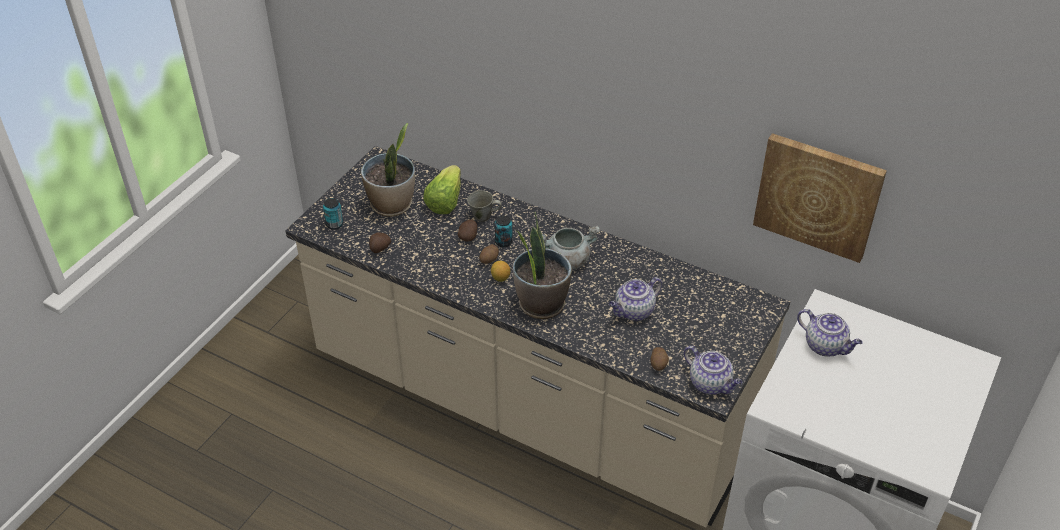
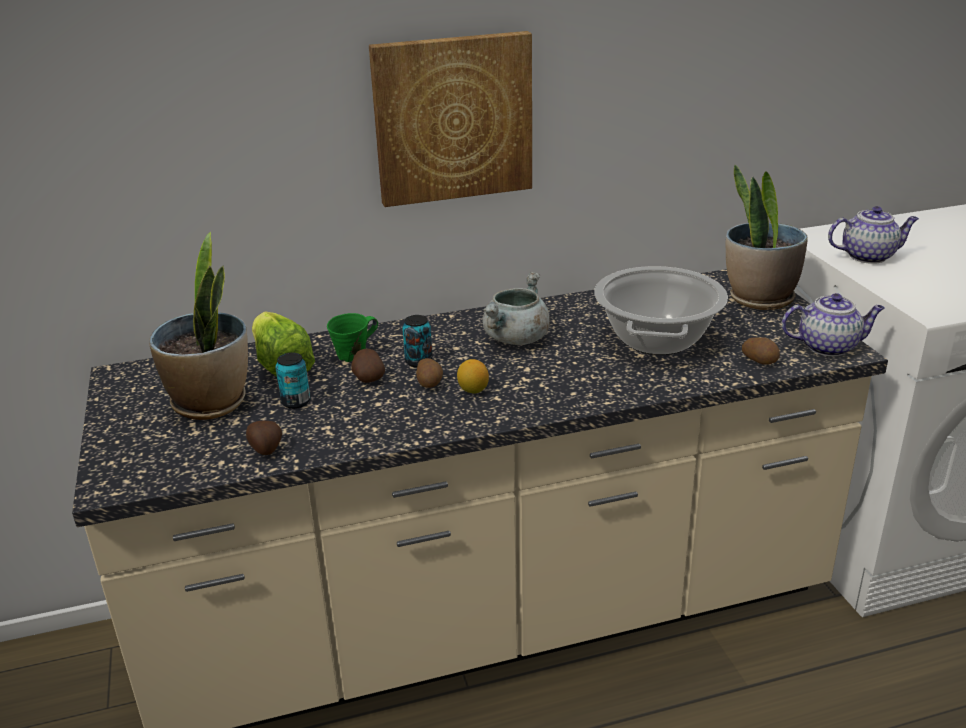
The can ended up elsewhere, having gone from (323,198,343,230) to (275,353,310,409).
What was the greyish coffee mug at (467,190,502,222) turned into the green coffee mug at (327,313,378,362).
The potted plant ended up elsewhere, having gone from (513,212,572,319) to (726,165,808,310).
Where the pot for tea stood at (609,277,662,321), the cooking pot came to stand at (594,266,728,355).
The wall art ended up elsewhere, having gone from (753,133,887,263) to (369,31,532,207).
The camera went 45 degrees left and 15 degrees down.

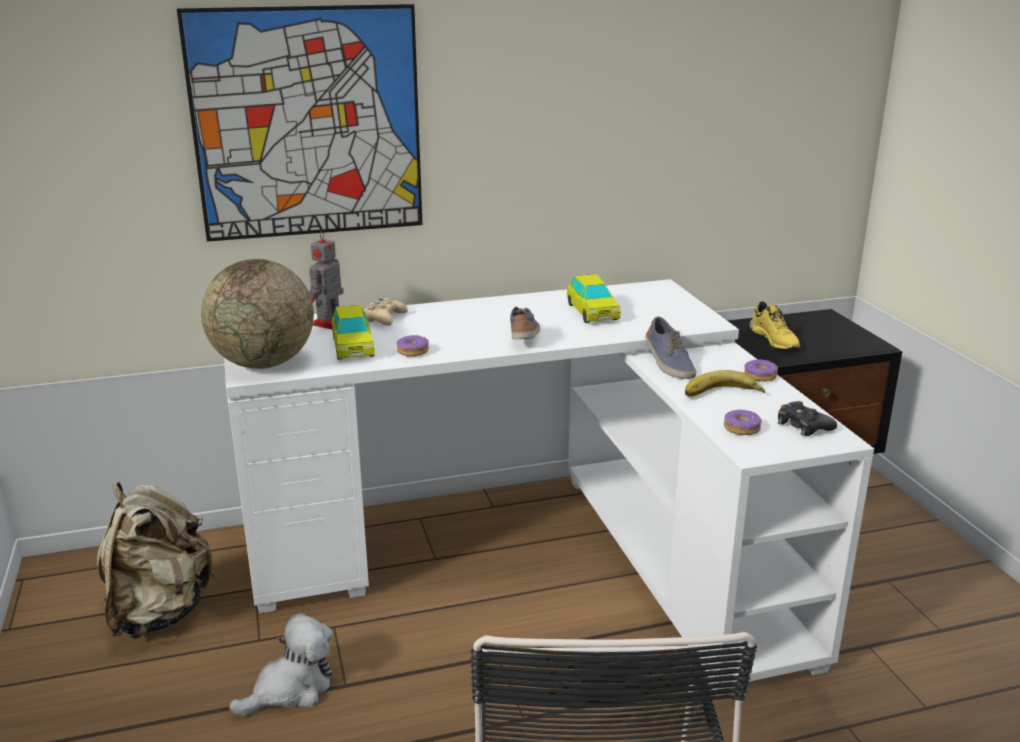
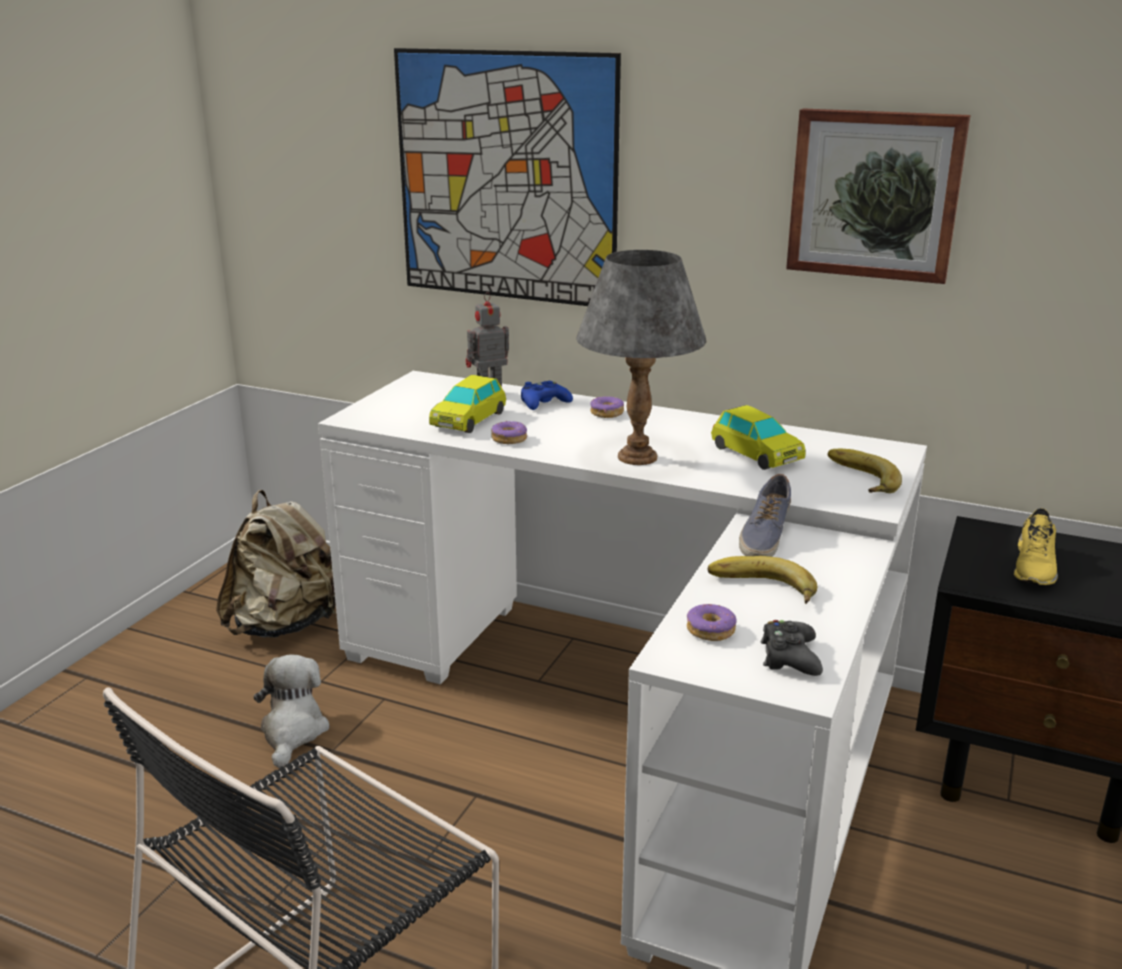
The second view lost the globe at (201,259,314,369).
The plush toy at (229,613,333,716) ended up facing another way, 90 degrees counterclockwise from before.
What was the sand-coloured game controller at (365,298,408,326) turned into the blue game controller at (521,381,573,410).
Where the low shoe stood at (510,307,540,339), the greyish table lamp came to stand at (576,250,706,465).
The model car at (567,274,621,323) ended up facing another way, 60 degrees counterclockwise from before.
The donut ended up elsewhere, having gone from (744,359,778,382) to (590,396,624,418).
The second view gained the wall art at (786,108,970,284).
The second view gained the banana fruit at (828,449,902,493).
The camera went 40 degrees right and 0 degrees up.

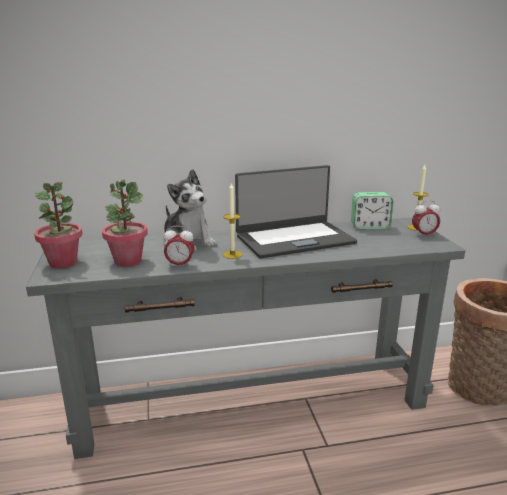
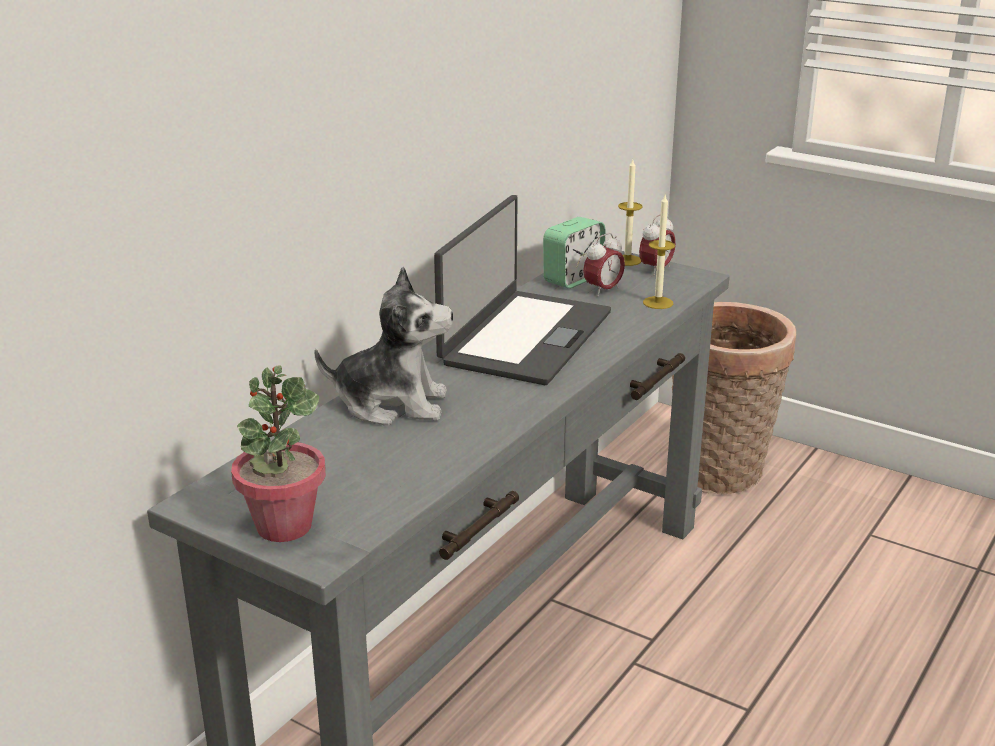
The second view lost the potted plant at (102,179,148,267).
The table clock ended up elsewhere, having gone from (164,226,194,268) to (583,233,625,297).
The candle ended up elsewhere, having gone from (223,182,242,259) to (643,195,675,309).
The camera went 45 degrees left and 5 degrees up.

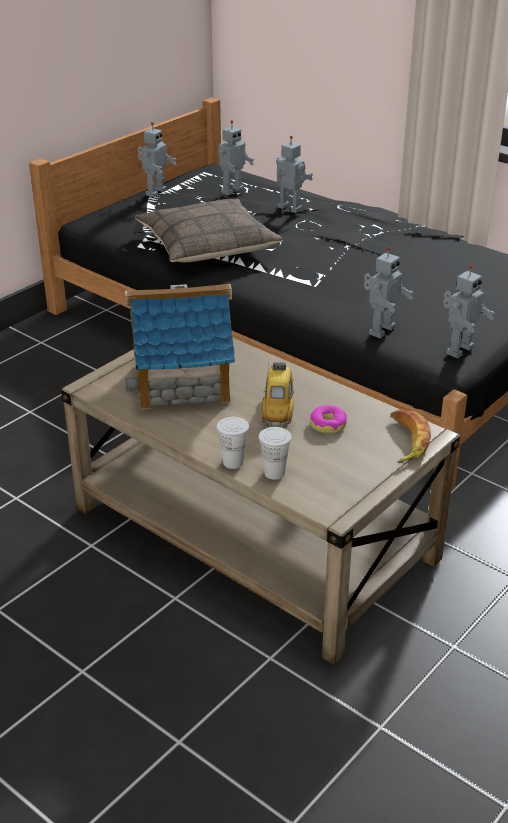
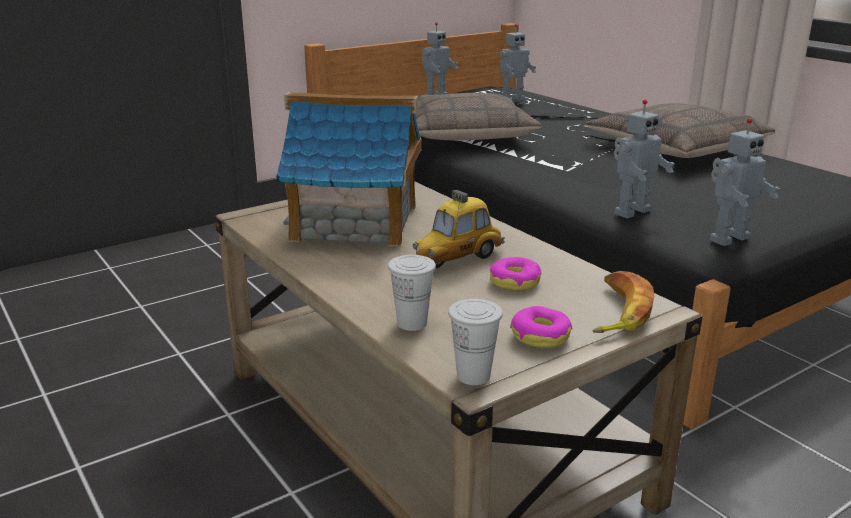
The whitish small cup ended up elsewhere, having gone from (216,417,249,469) to (448,299,503,385).
The model car at (261,362,294,427) ended up facing another way, 150 degrees counterclockwise from before.
The second view lost the robot figure at (276,136,313,213).
The second view gained the donut at (510,306,572,348).
The second view gained the throw pillow at (585,103,775,158).
The camera went 15 degrees right and 10 degrees down.

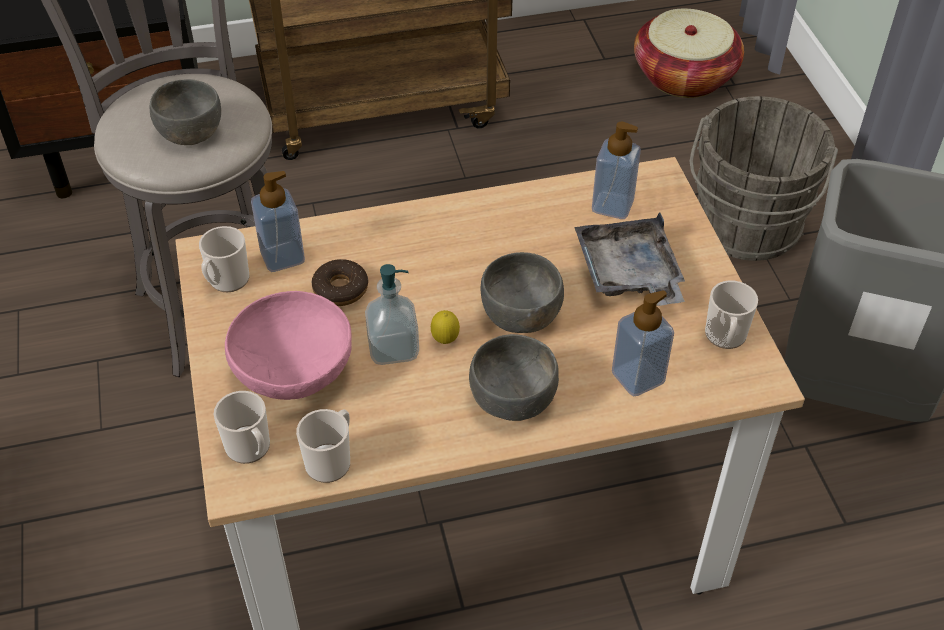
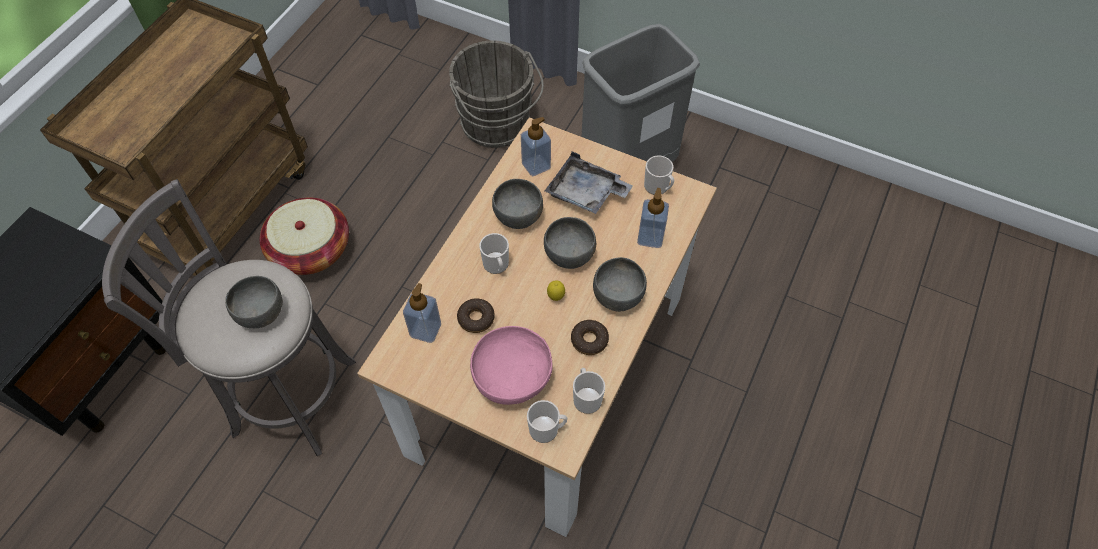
The coffee mug ended up elsewhere, having gone from (199,226,249,292) to (479,233,509,274).
The second view lost the soap bottle at (365,264,419,365).
The basket ended up elsewhere, having gone from (634,9,744,98) to (260,197,349,275).
The second view gained the greyish serving bowl at (492,179,543,229).
The second view gained the donut at (571,320,609,355).
The camera went 50 degrees left and 10 degrees up.

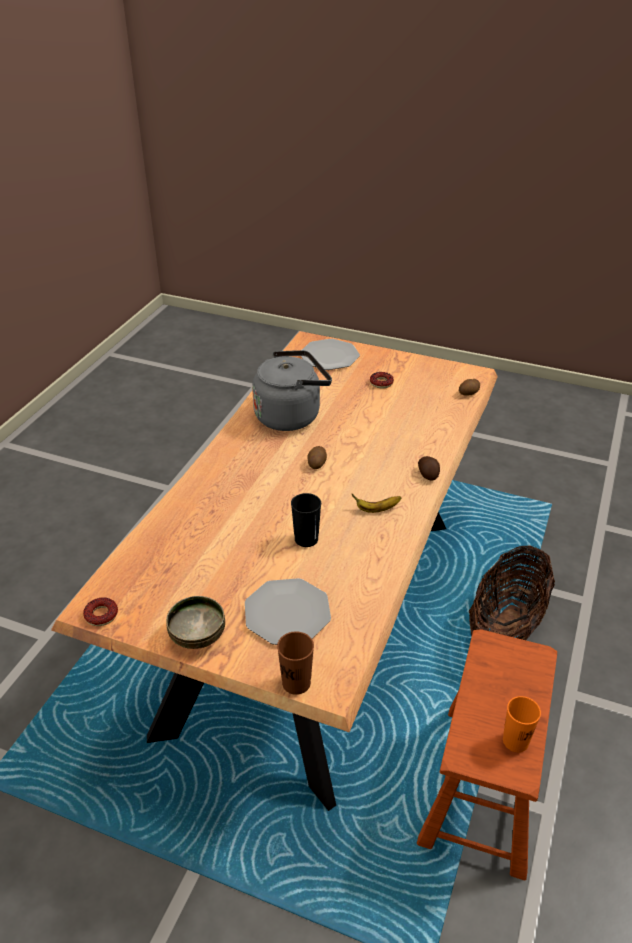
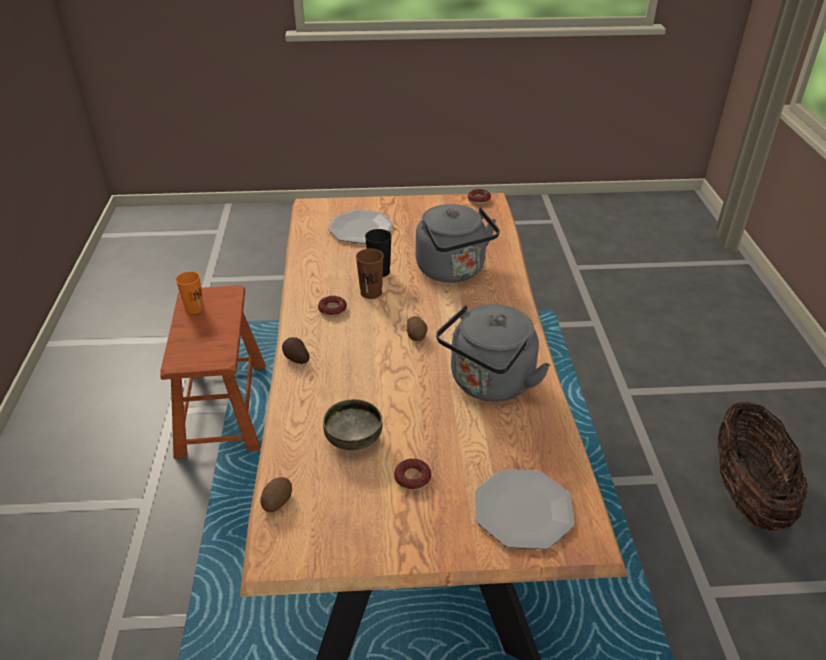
The serving bowl ended up elsewhere, having gone from (166,596,225,649) to (323,399,383,450).
The brown-coloured small cup ended up elsewhere, having gone from (277,631,314,695) to (356,249,384,299).
Where the banana fruit stood at (352,494,401,513), the donut came to stand at (318,296,347,317).
The basket ended up elsewhere, having gone from (469,545,555,640) to (718,402,808,531).
The second view gained the greyish kettle at (416,204,500,283).
The camera went 155 degrees right and 0 degrees up.

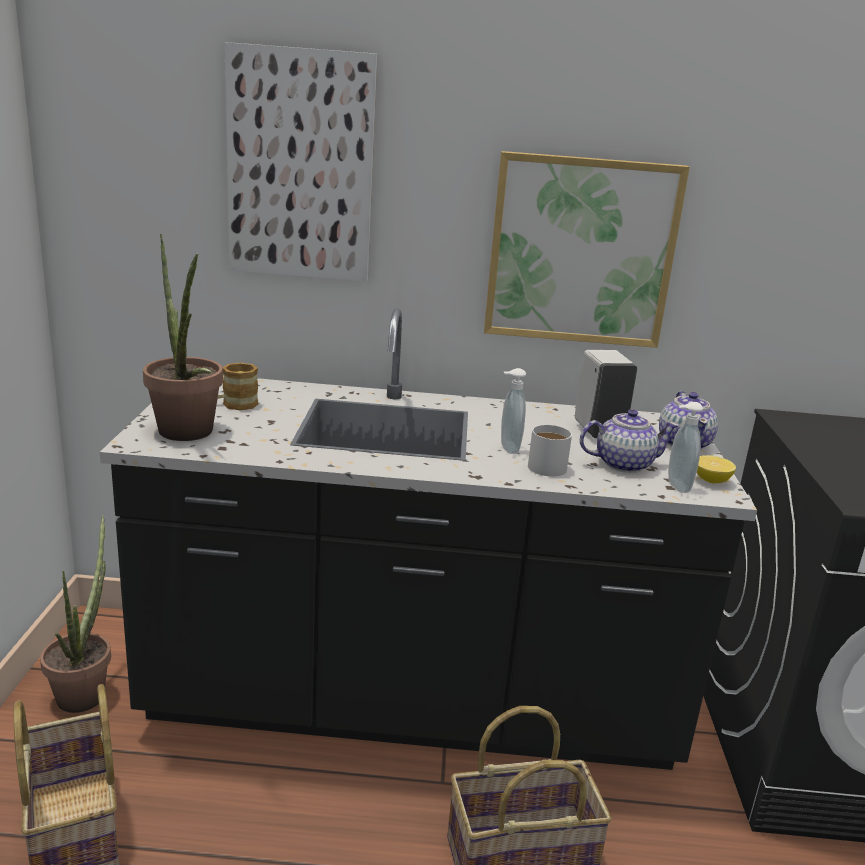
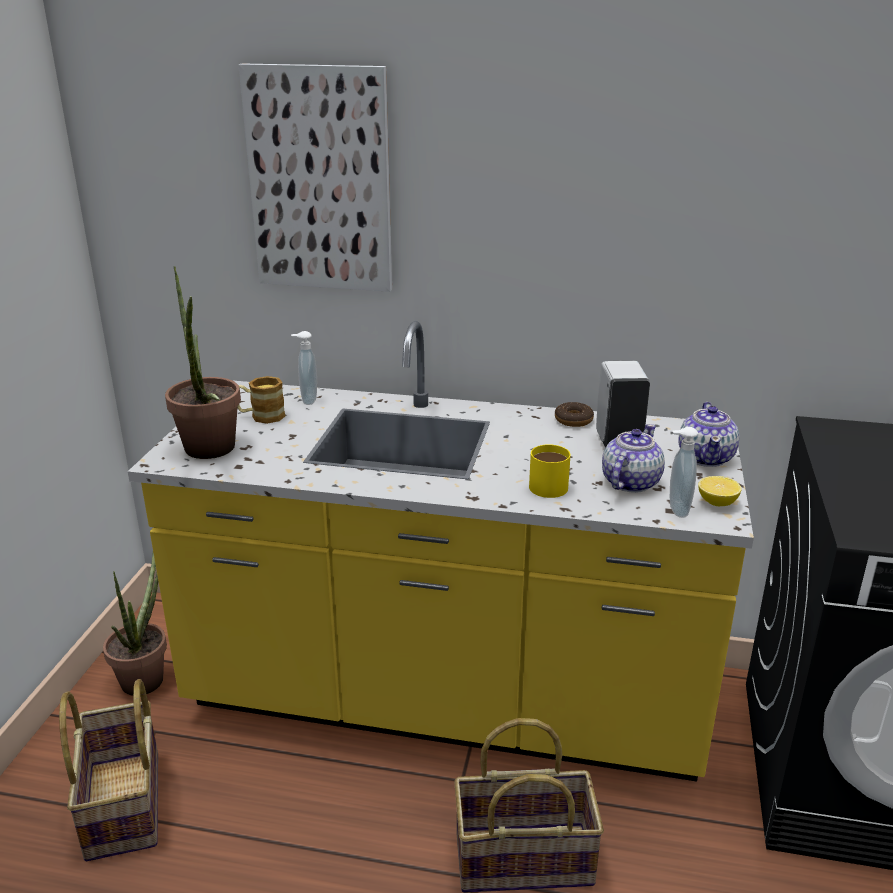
What was the blackish counter at (100,308,757,770) turned into the yellow-coloured counter at (128,321,754,782).
The second view lost the wall art at (484,151,690,348).
The soap bottle ended up elsewhere, having gone from (501,368,526,454) to (291,331,317,405).
What was the whitish coffee mug at (528,425,572,477) turned into the yellow-coloured coffee mug at (529,444,571,498).
The pot for tea at (580,409,679,473) ended up facing another way, 60 degrees counterclockwise from before.
The second view gained the donut at (555,402,594,427).
The camera went 10 degrees right and 5 degrees up.

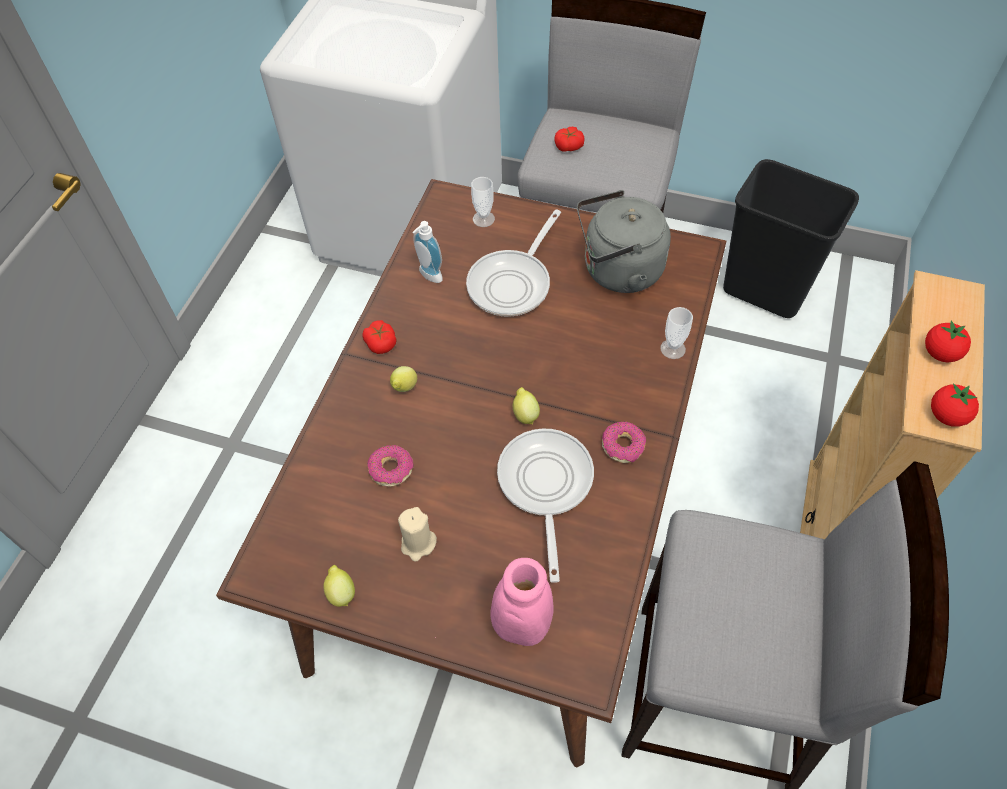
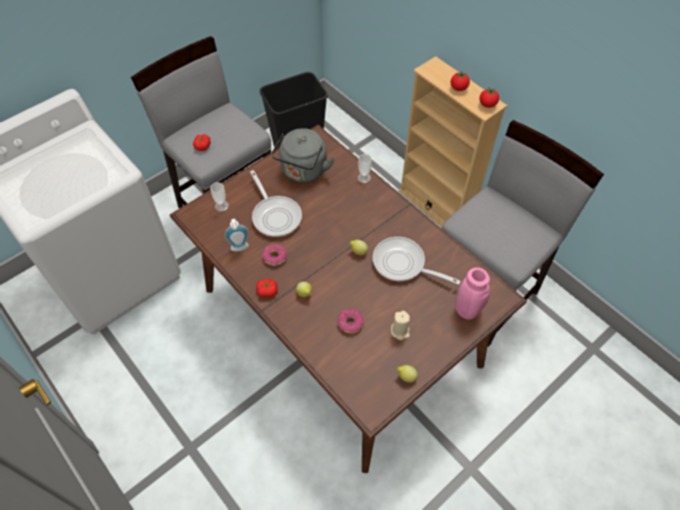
The donut ended up elsewhere, having gone from (602,422,646,463) to (263,244,287,266).
The camera went 60 degrees left and 0 degrees up.

